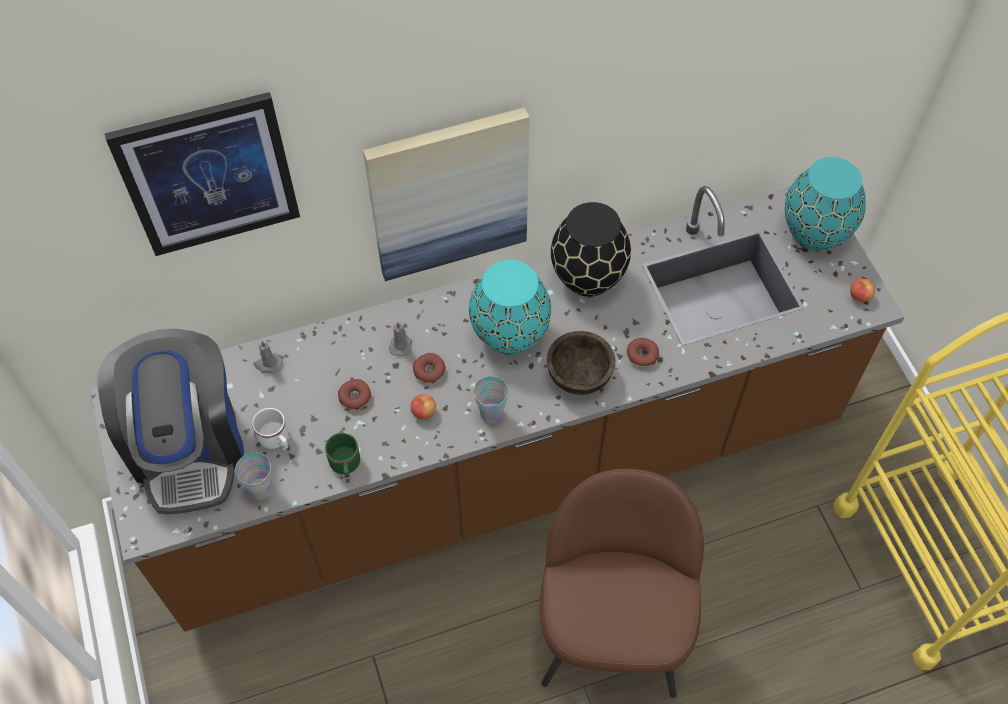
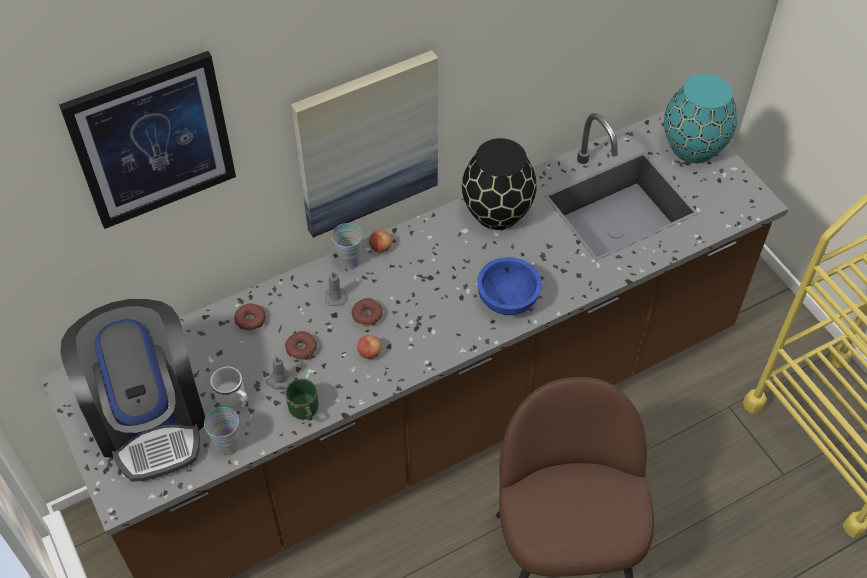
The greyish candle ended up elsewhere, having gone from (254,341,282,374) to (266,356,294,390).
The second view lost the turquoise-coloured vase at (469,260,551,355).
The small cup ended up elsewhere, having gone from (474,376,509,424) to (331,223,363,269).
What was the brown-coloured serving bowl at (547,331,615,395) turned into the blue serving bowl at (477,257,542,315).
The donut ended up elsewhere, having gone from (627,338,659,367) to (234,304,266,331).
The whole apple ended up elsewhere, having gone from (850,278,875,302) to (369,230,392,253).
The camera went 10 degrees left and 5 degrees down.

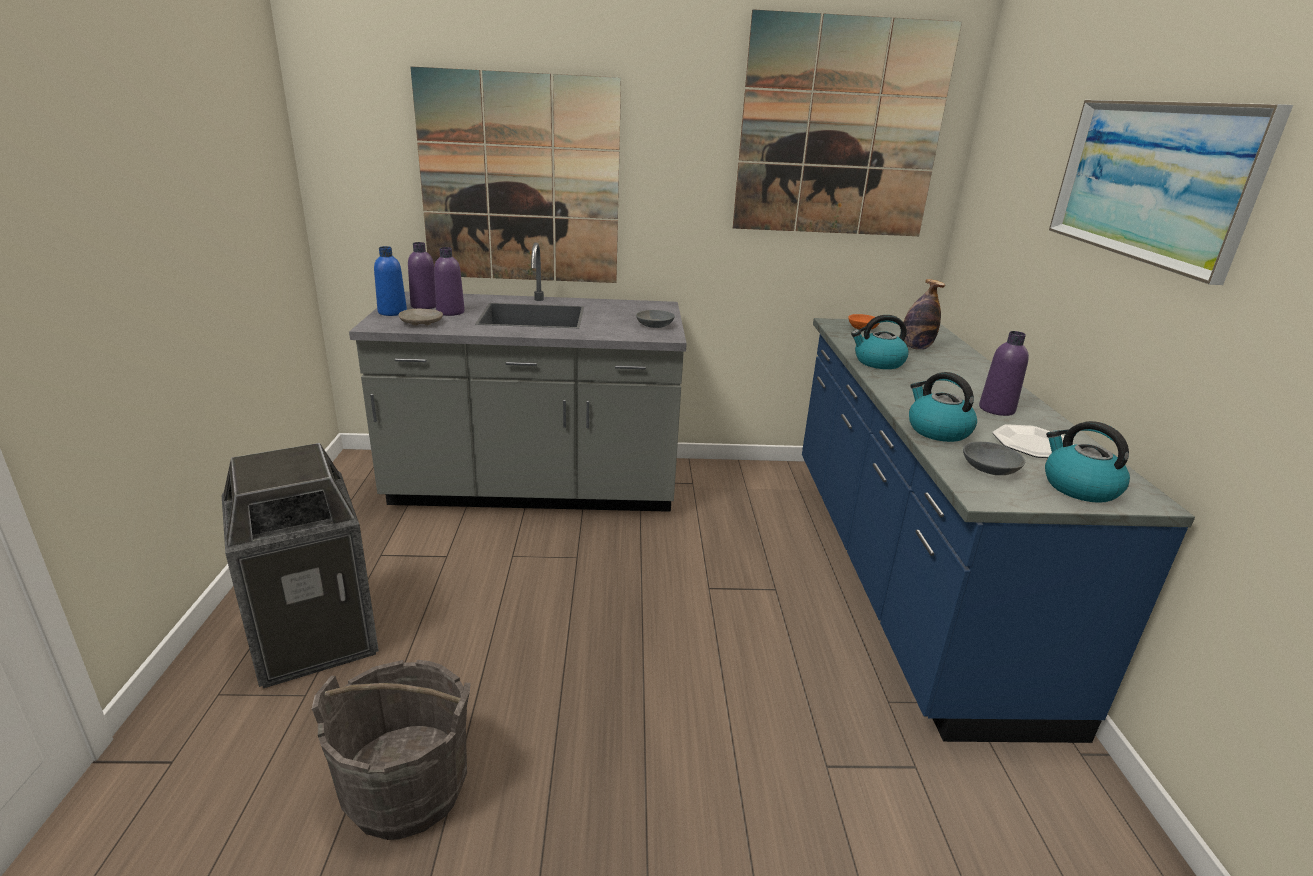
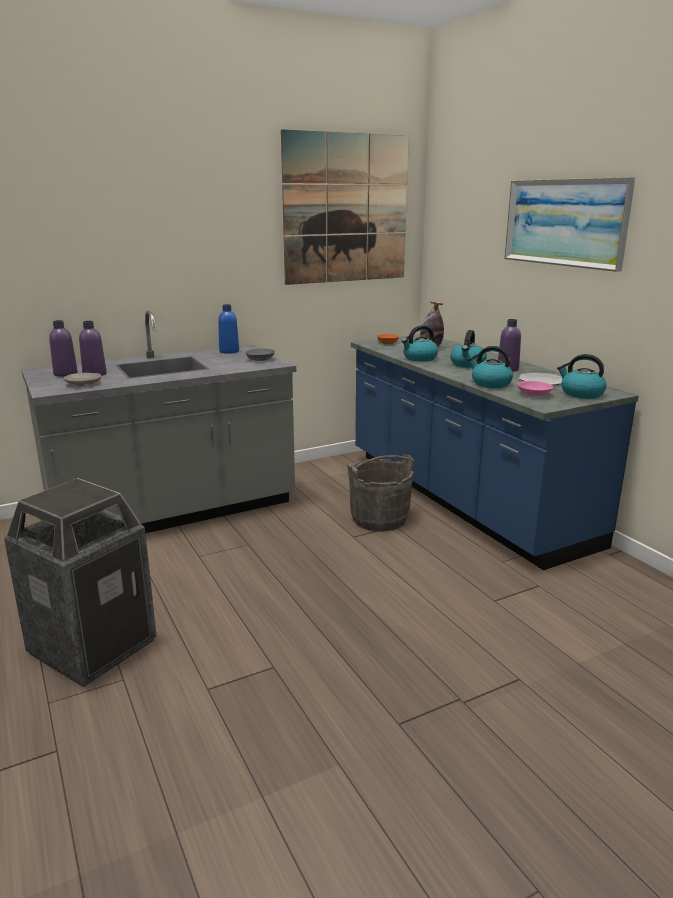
The greyish water bucket ended up elsewhere, having gone from (312,660,471,840) to (347,454,415,531).
The blue drink bottle ended up elsewhere, having gone from (374,246,407,316) to (218,304,239,354).
The second view lost the wall art at (410,66,621,283).
What was the greyish serving bowl at (963,442,1025,475) turned into the pink-coloured serving bowl at (518,381,553,397).
The second view gained the kettle at (450,330,487,368).
The camera went 25 degrees left and 5 degrees down.

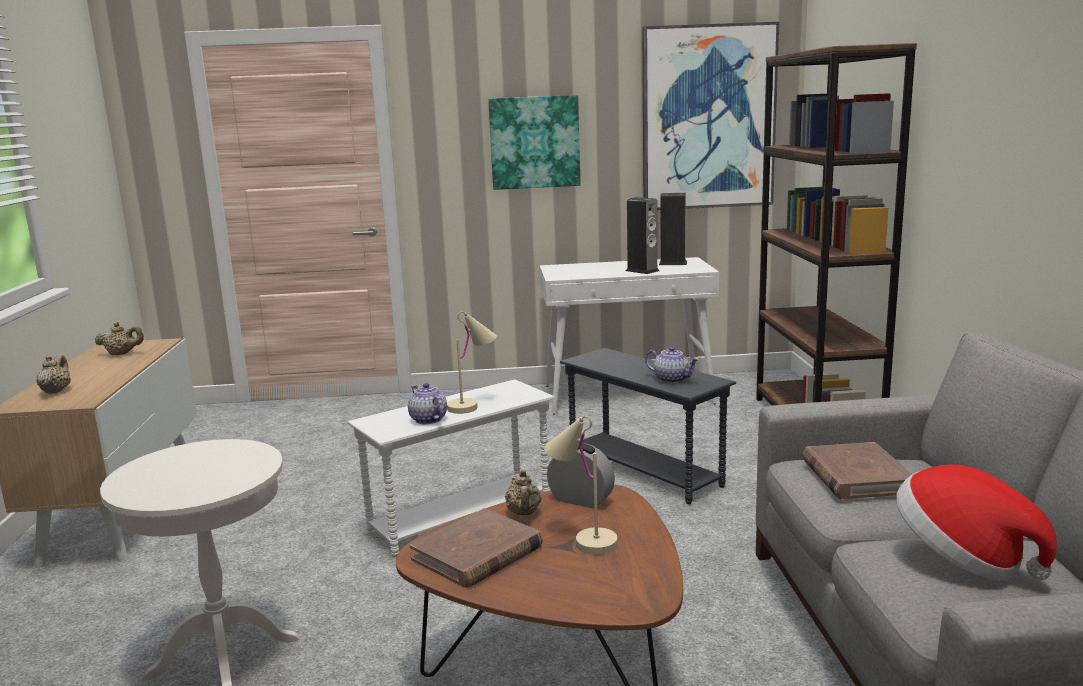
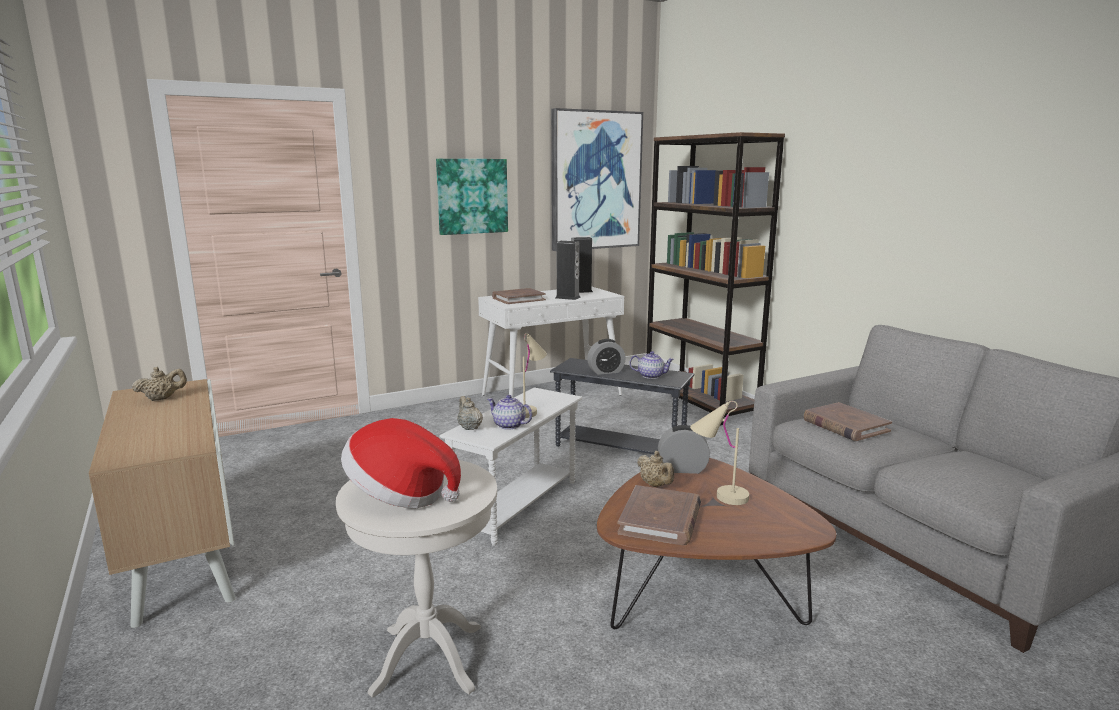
The sand-coloured pot for tea ended up elsewhere, having gone from (36,354,71,394) to (457,396,483,430).
The wearable hat ended up elsewhere, having gone from (896,464,1057,581) to (341,418,461,508).
The second view gained the brown-coloured bound book at (492,288,546,304).
The second view gained the table clock at (587,339,626,375).
The camera went 25 degrees left and 0 degrees up.

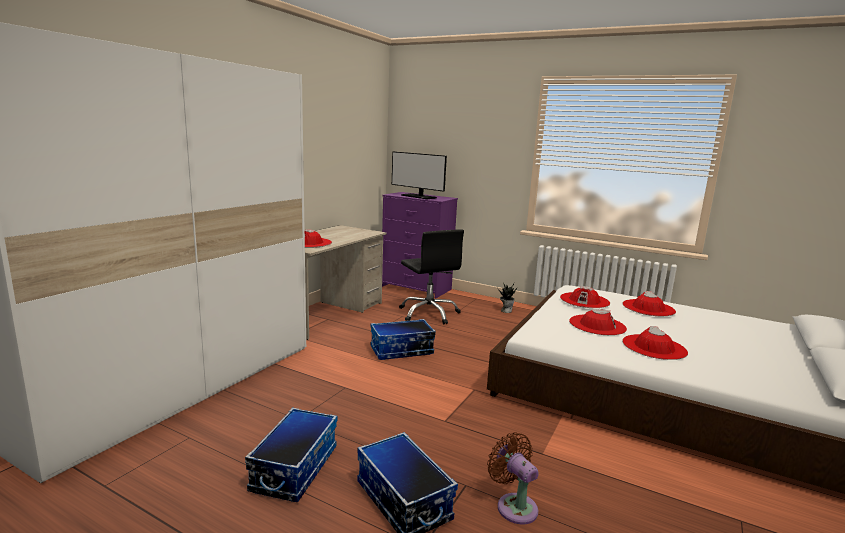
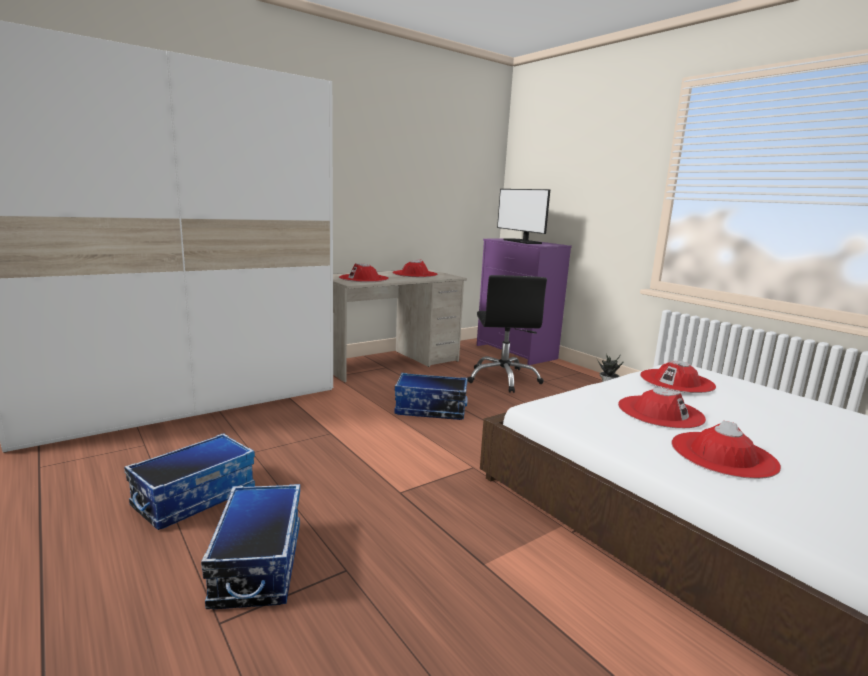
The second view lost the brown-coloured electric fan at (487,432,539,524).
The reddish wearable hat ended up elsewhere, having gone from (622,291,676,316) to (392,259,438,277).
The camera went 25 degrees right and 0 degrees up.

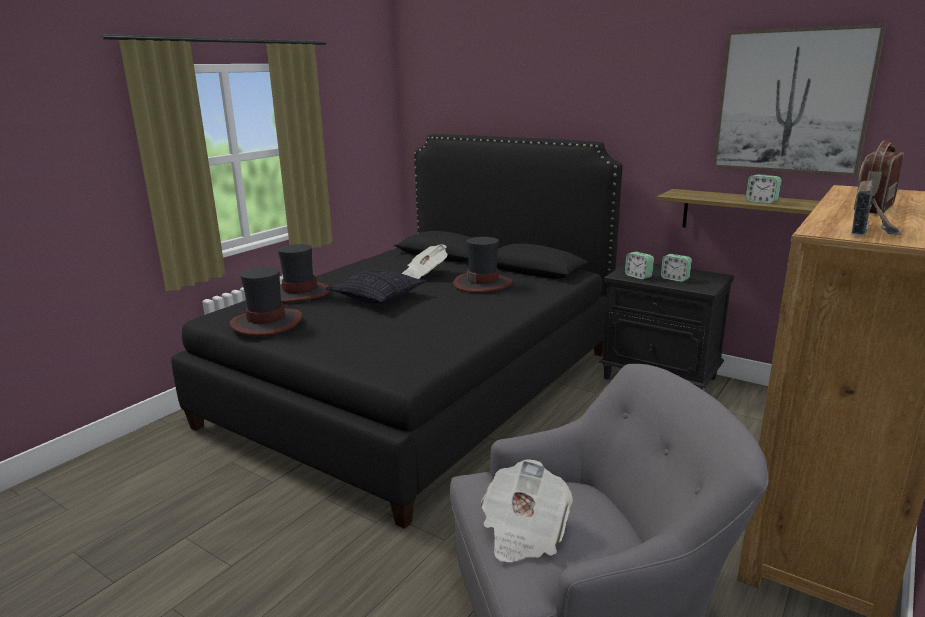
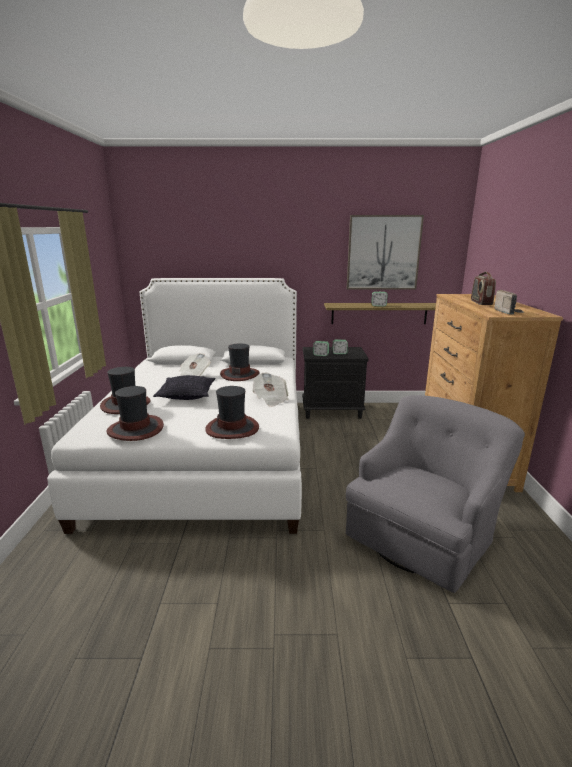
What was the blackish bedroom bed at (171,134,622,529) turned into the whitish bedroom bed at (47,278,302,534).
The printed paper ended up elsewhere, having gone from (481,459,573,562) to (252,373,289,407).
The second view gained the wearable hat at (206,386,259,439).
The camera went 35 degrees left and 0 degrees up.

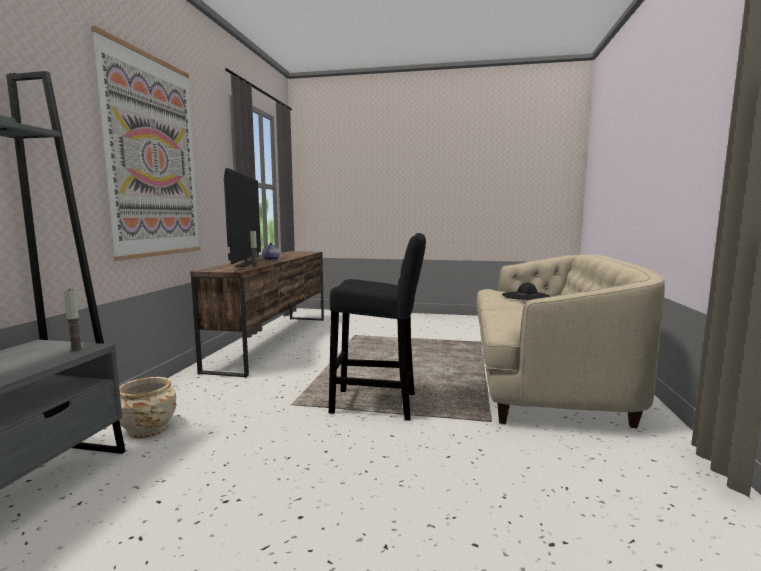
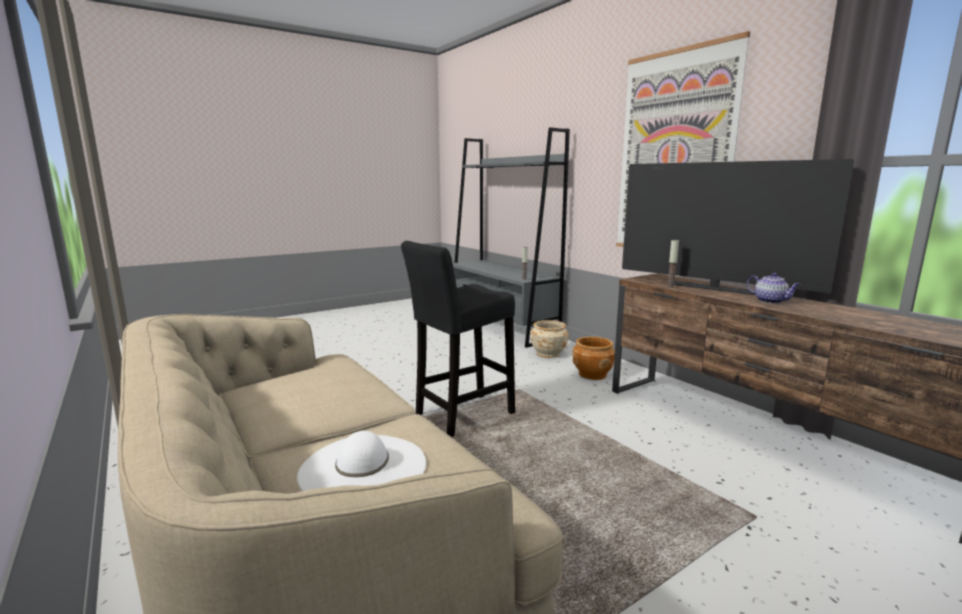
What was the blackish wearable hat at (502,283,551,300) turned into the whitish wearable hat at (297,431,426,491).
The second view gained the brown-coloured planter at (572,337,615,380).
The camera went 135 degrees right and 5 degrees up.

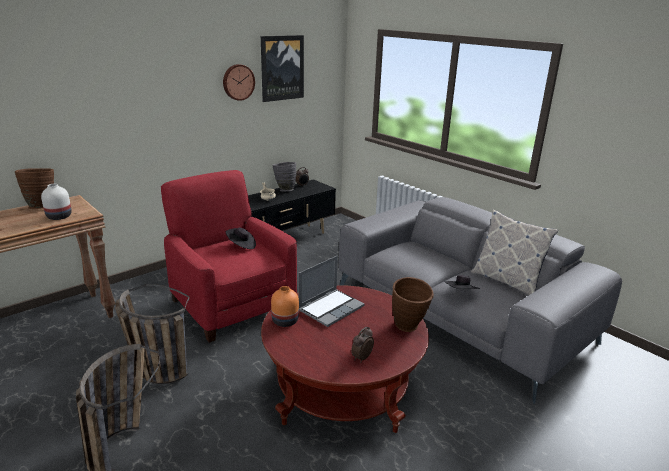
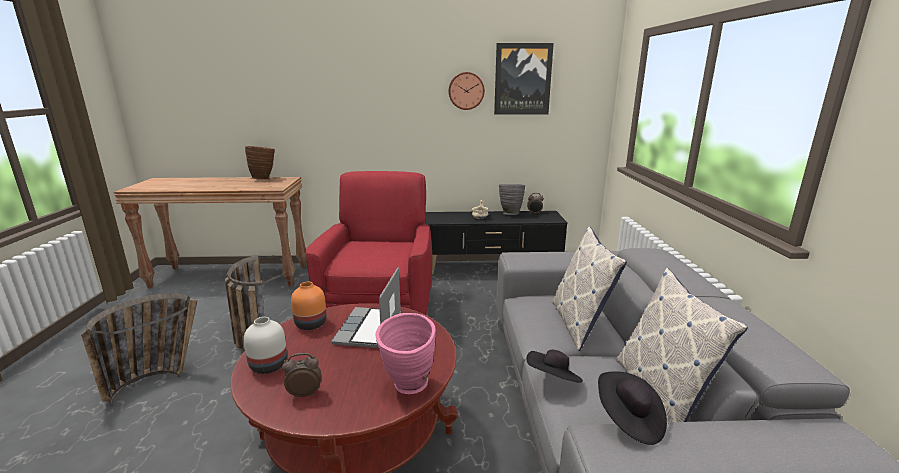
The whitish vase ended up elsewhere, having gone from (41,184,72,220) to (244,317,287,374).
The blackish wearable hat ended up elsewhere, having gone from (226,227,256,249) to (598,371,667,445).
The portable computer at (298,256,365,327) ended up facing another way, 105 degrees clockwise from before.
What was the brown-coloured vase at (392,277,434,332) turned into the pink-coloured vase at (376,313,436,394).
The second view gained the throw pillow at (552,227,627,351).
The camera went 40 degrees right and 5 degrees down.

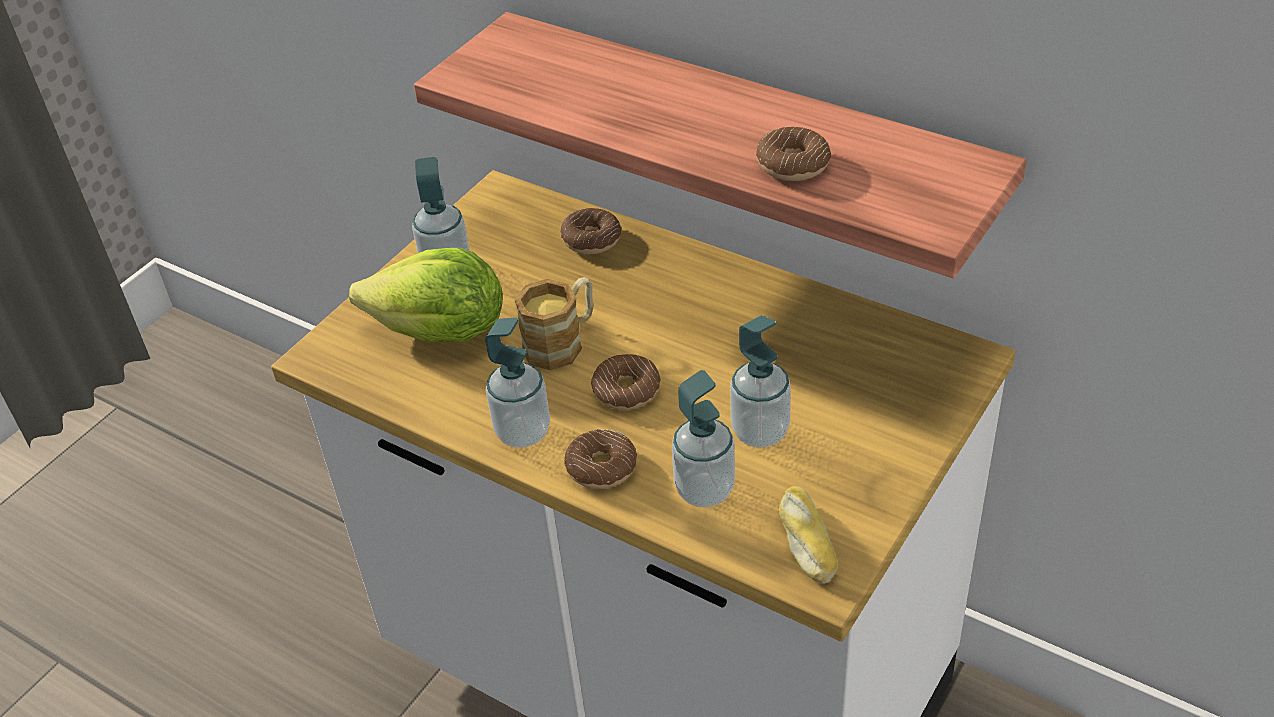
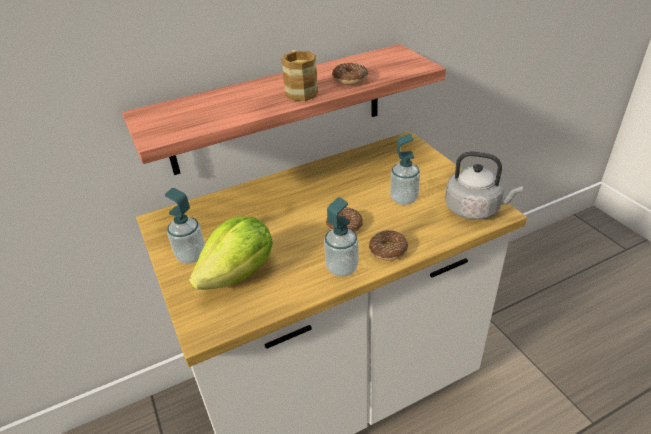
The coffee mug ended up elsewhere, having gone from (515,277,593,370) to (281,50,318,101).
The second view lost the donut at (560,208,621,254).
The second view lost the soap bottle at (672,370,735,507).
Where the bakery bread stood at (779,486,838,584), the greyish kettle came to stand at (445,151,523,220).
The camera went 60 degrees left and 5 degrees down.

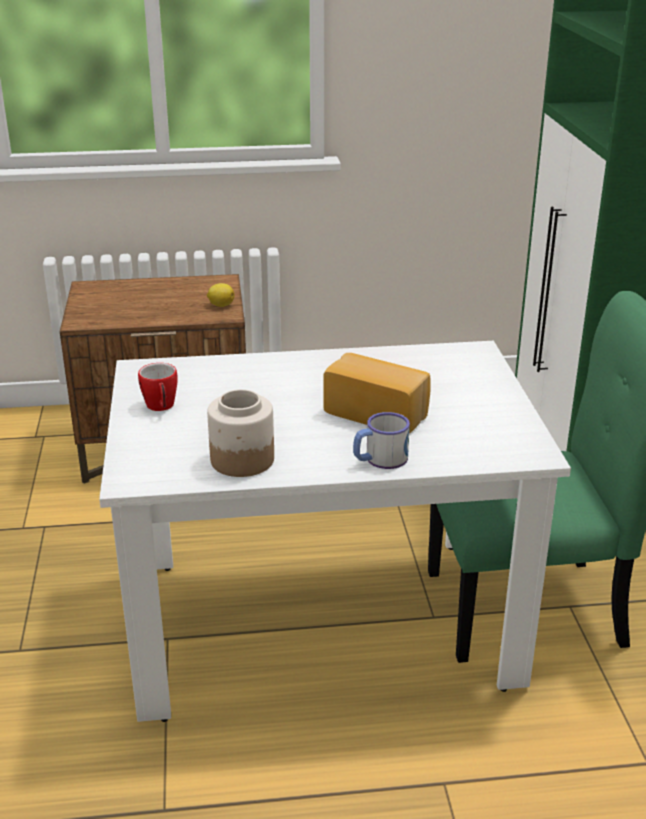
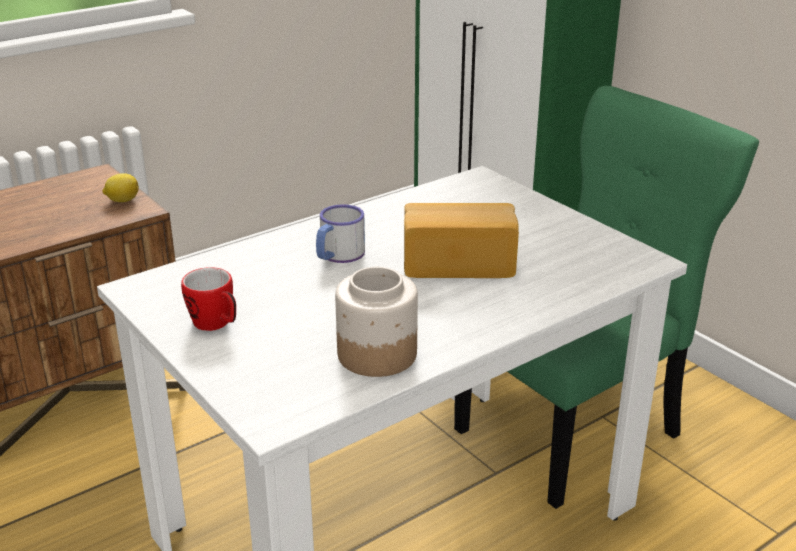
The coffee mug ended up elsewhere, having gone from (353,412,410,469) to (316,204,365,263).
The camera went 30 degrees left and 0 degrees up.

